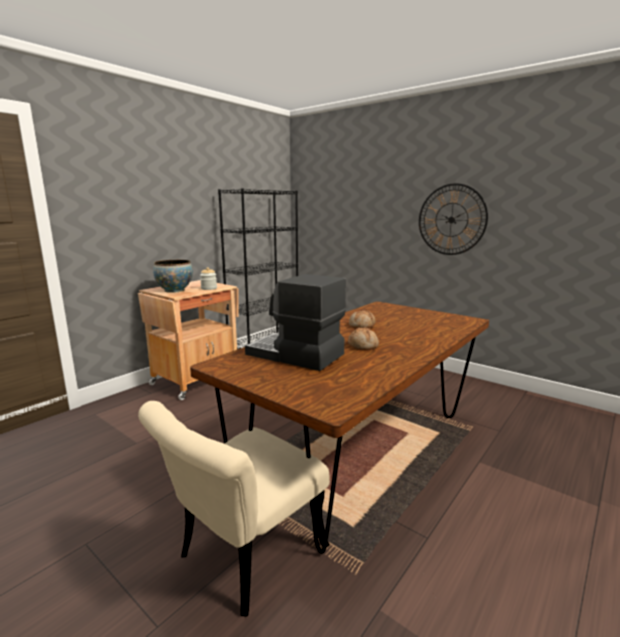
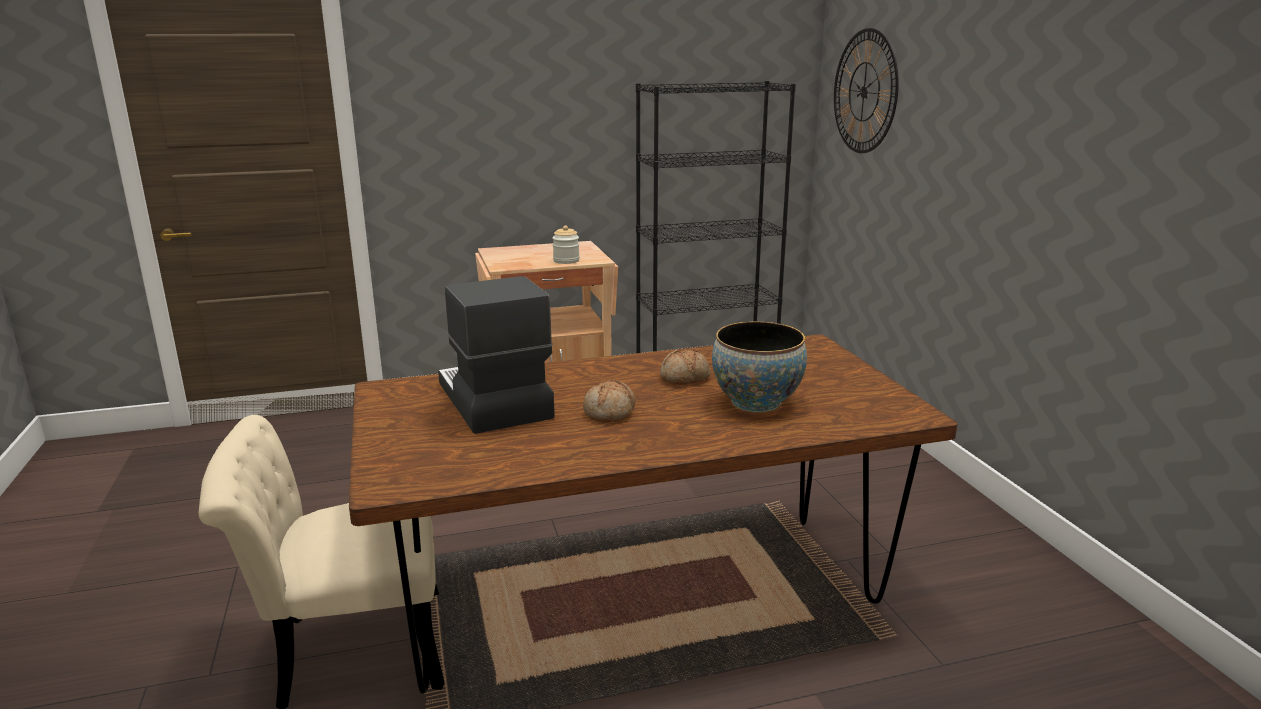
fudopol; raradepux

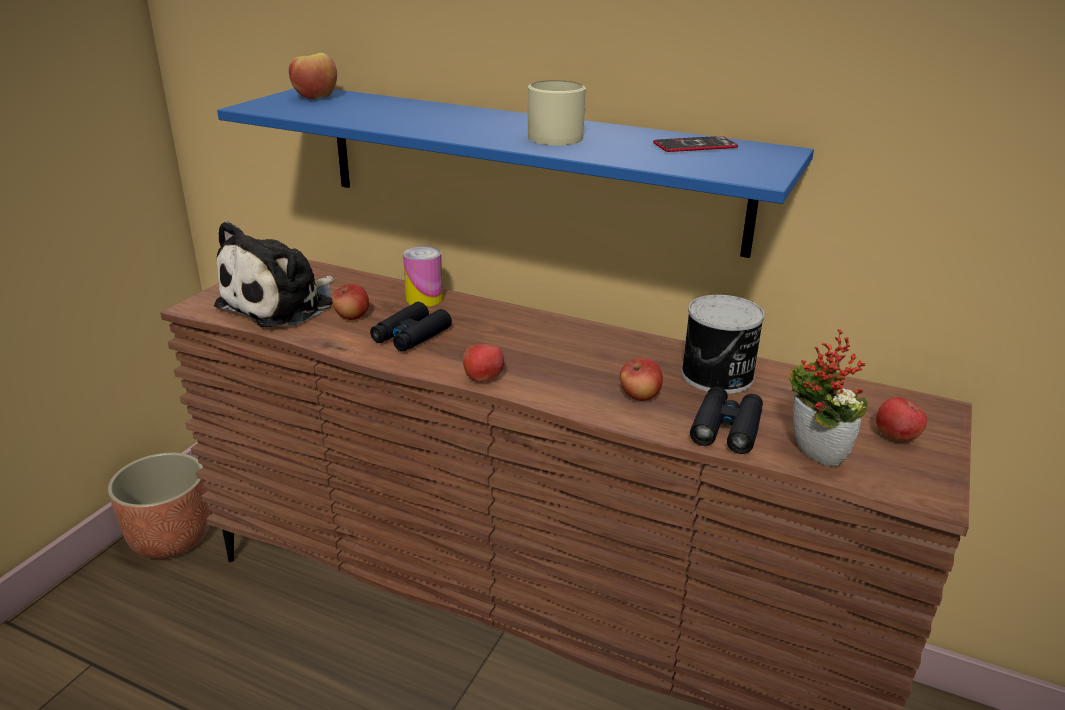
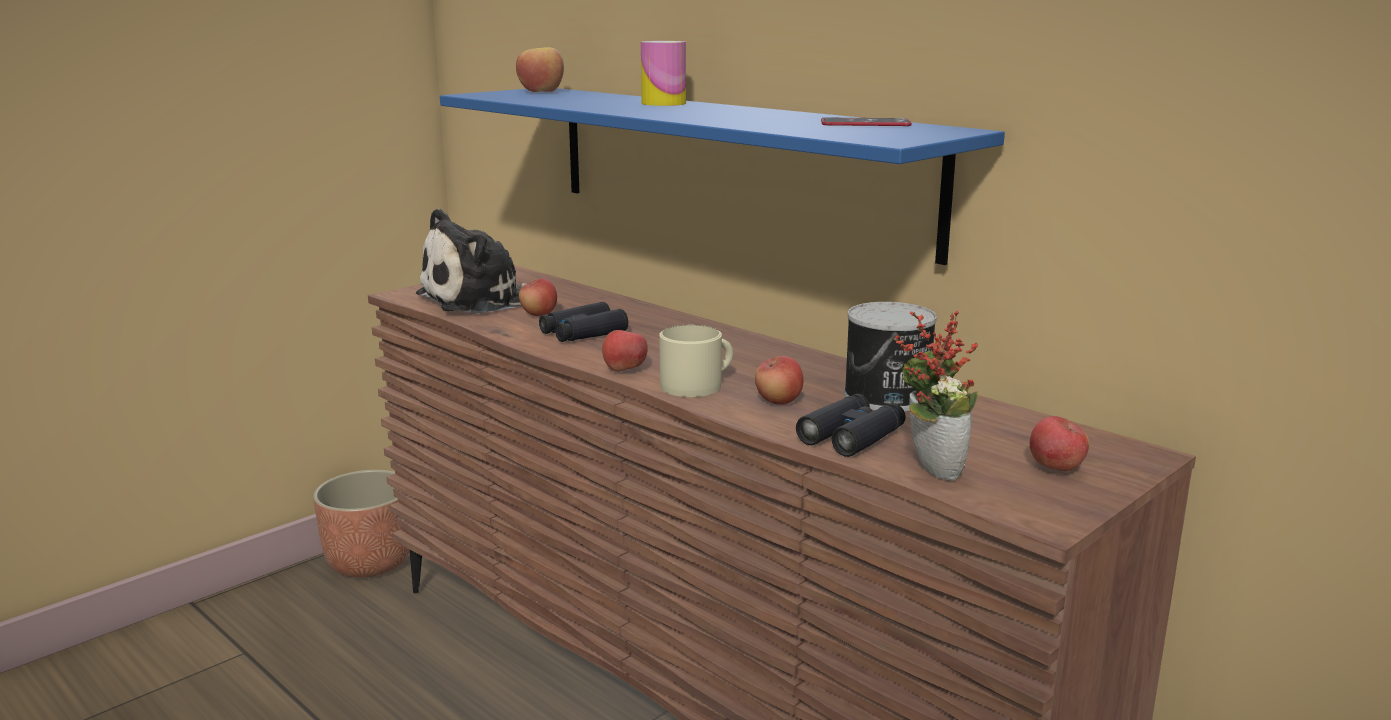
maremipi (no. 1 from left); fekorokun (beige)

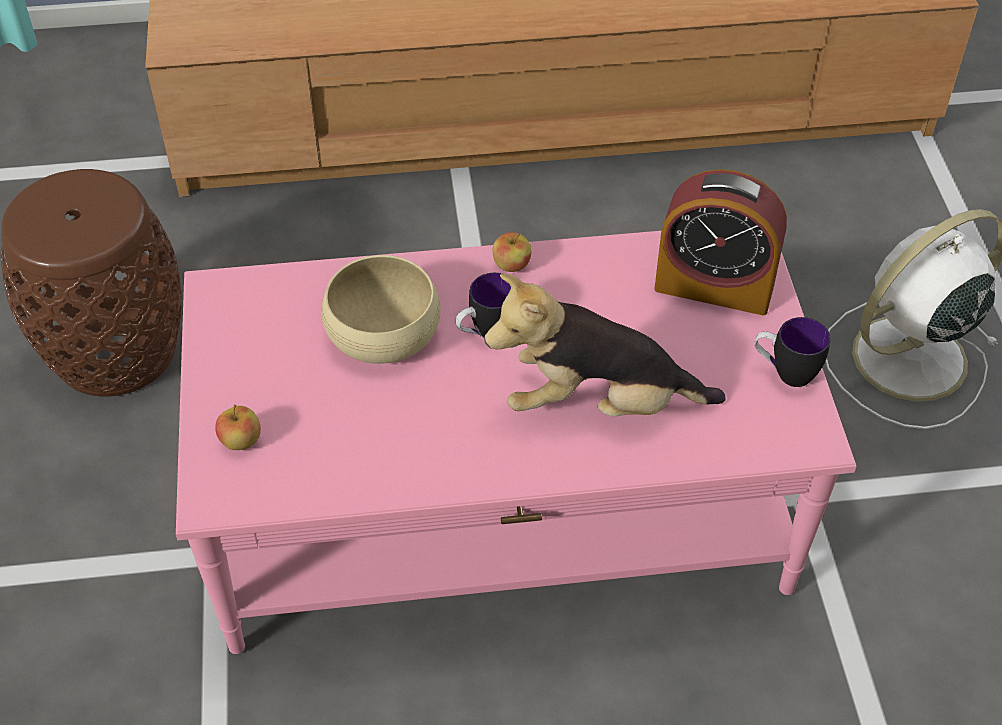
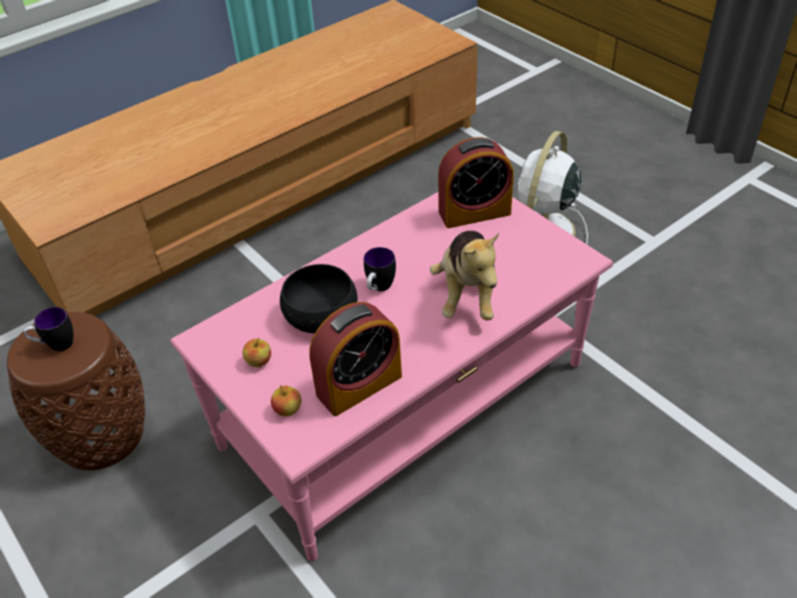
fudopol (black); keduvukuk; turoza (no. 1 from left); fekorokun (no. 1 from left); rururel (no. 1 from left)

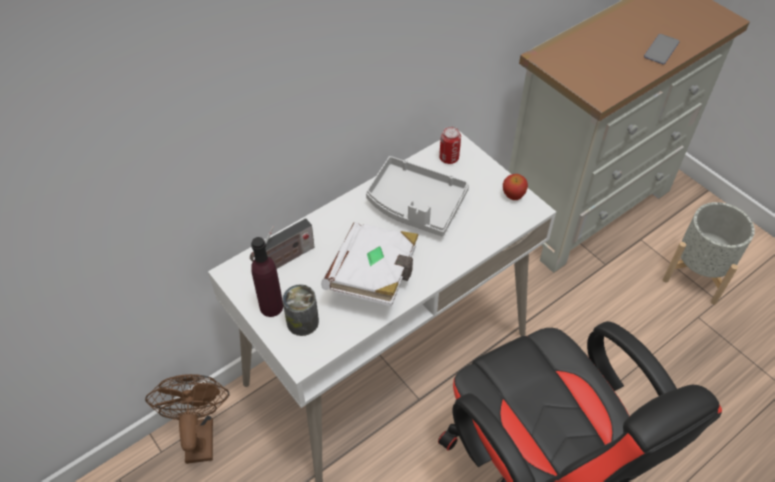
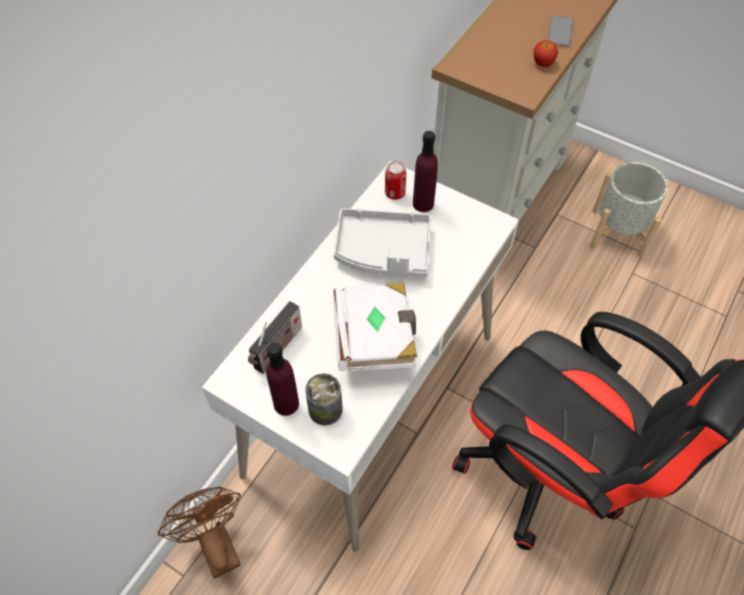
turoza; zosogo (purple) (no. 2 from left)

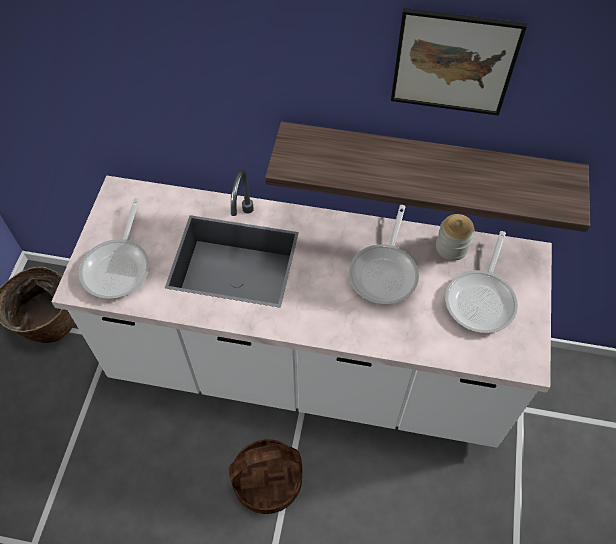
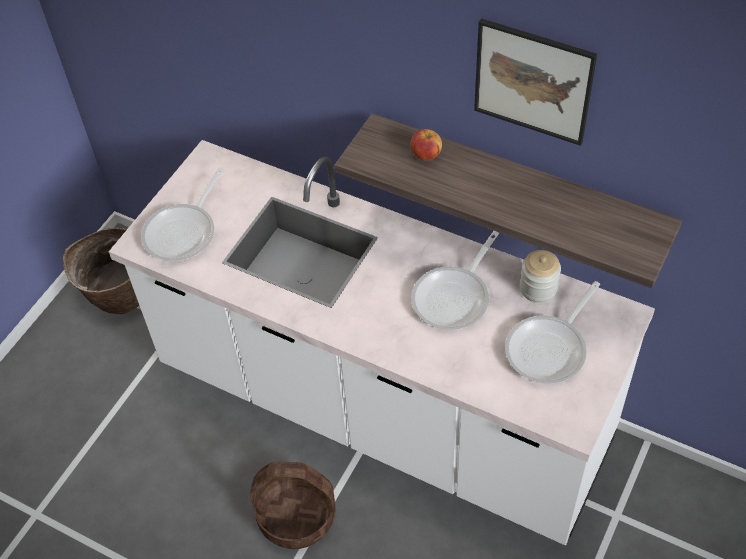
turoza

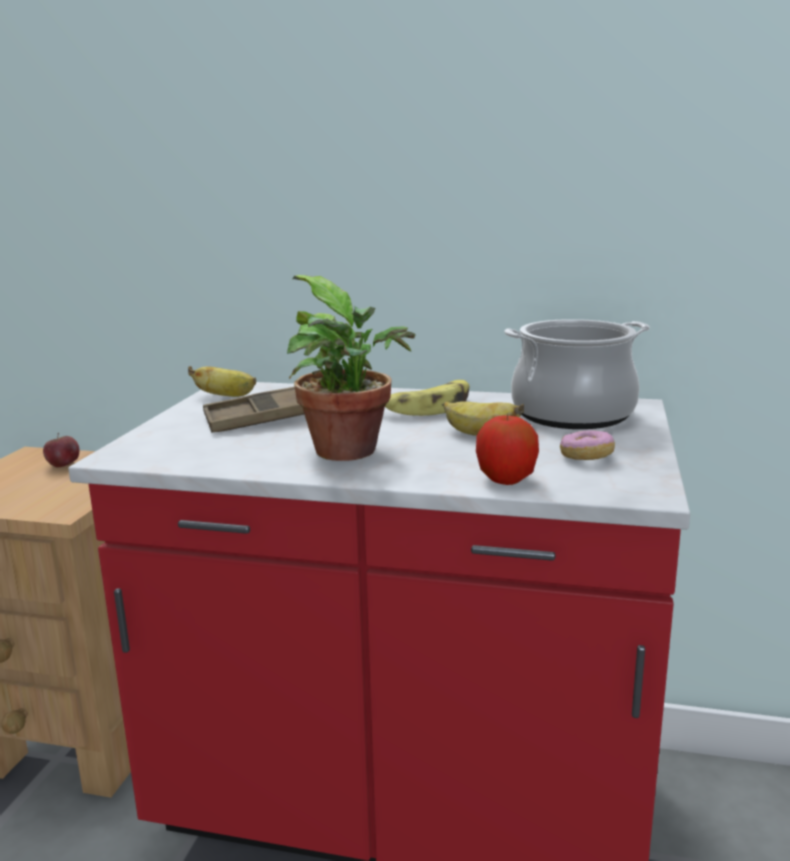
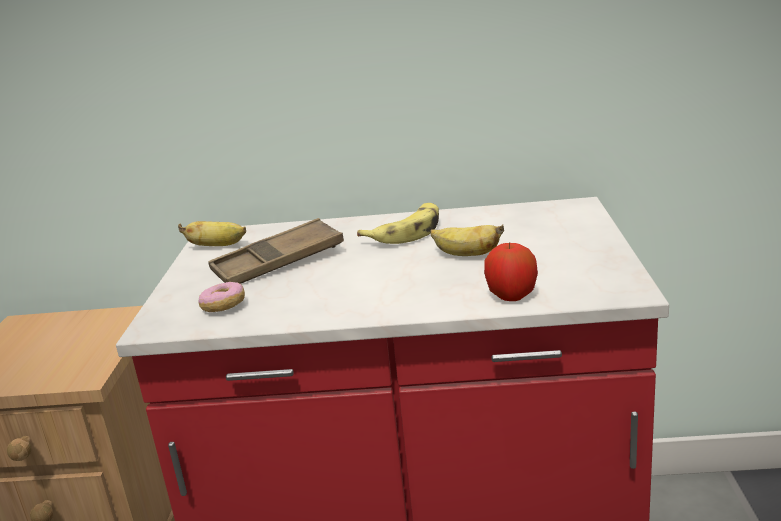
turoza (no. 1 from left in the first image); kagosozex; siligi; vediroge

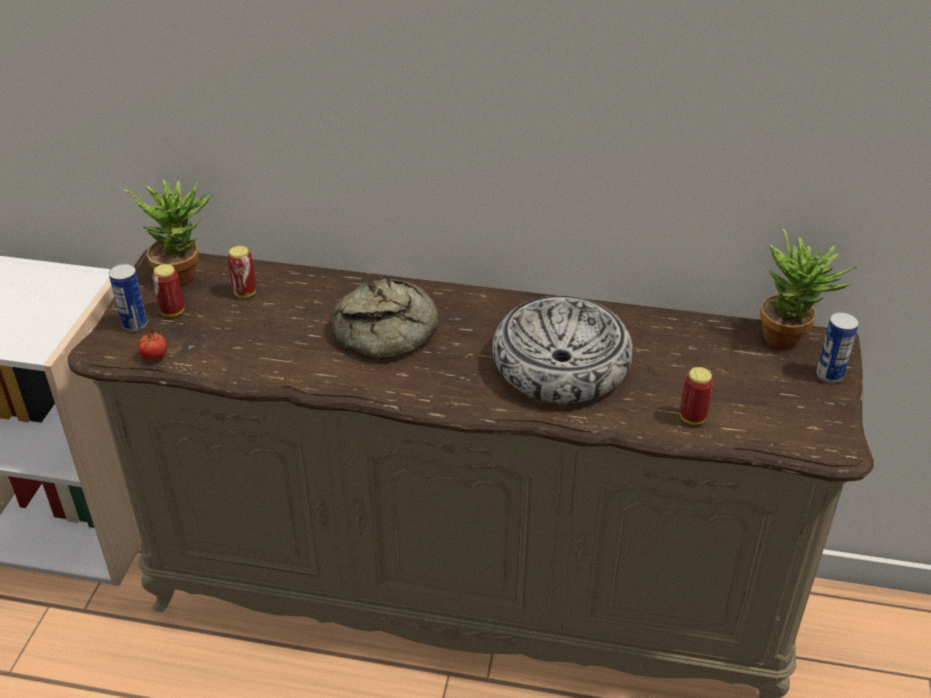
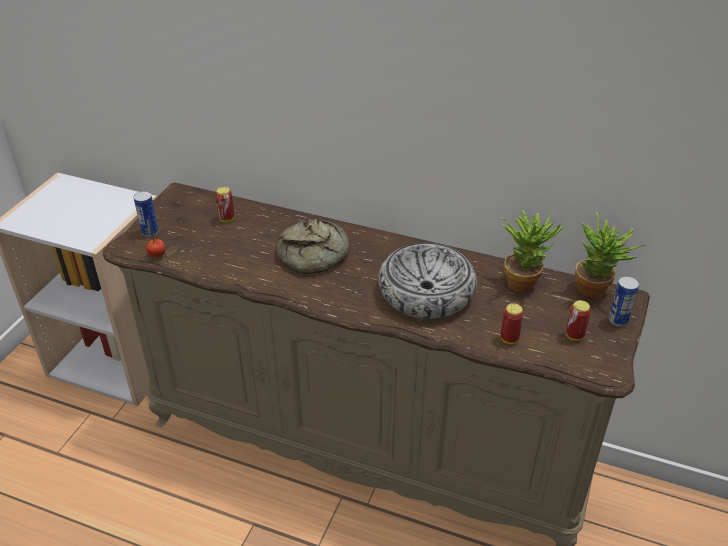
kagosozex (no. 1 from left); maremipi (no. 4 from left)

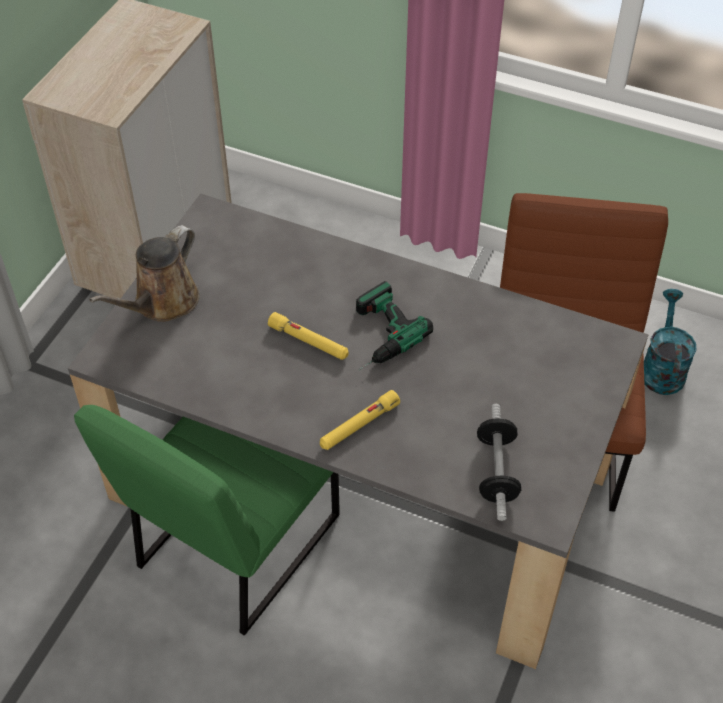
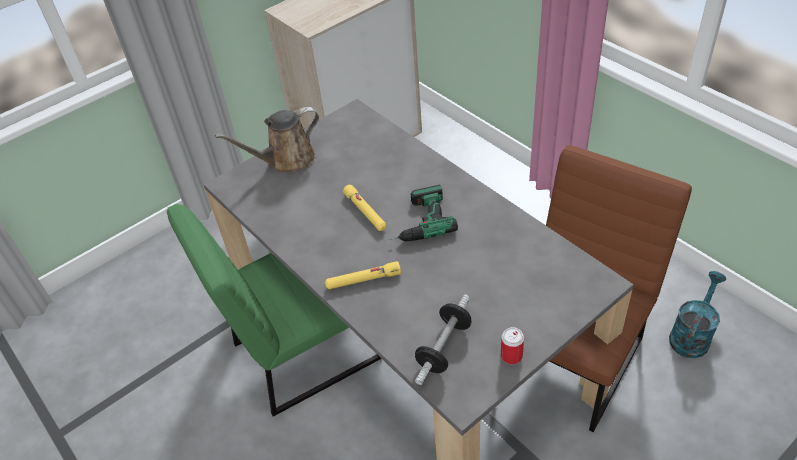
maremipi

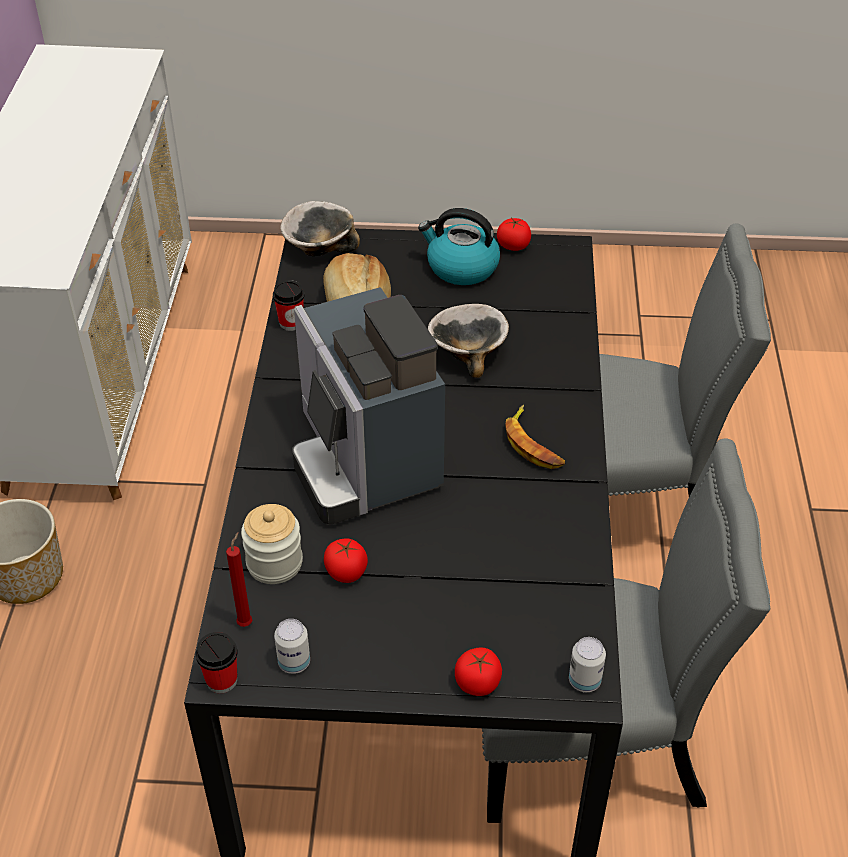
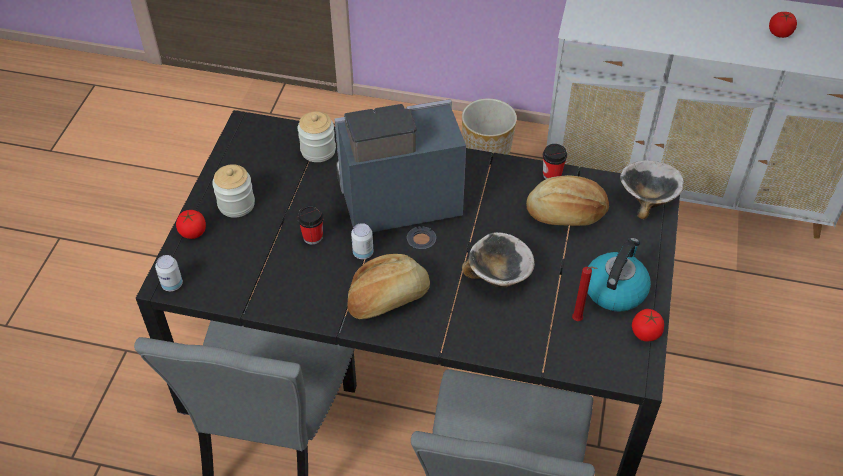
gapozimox (no. 1 from left); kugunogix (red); maremipi (no. 2 from left); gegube (no. 3 from left); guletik (no. 1 from left); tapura (no. 1 from left)

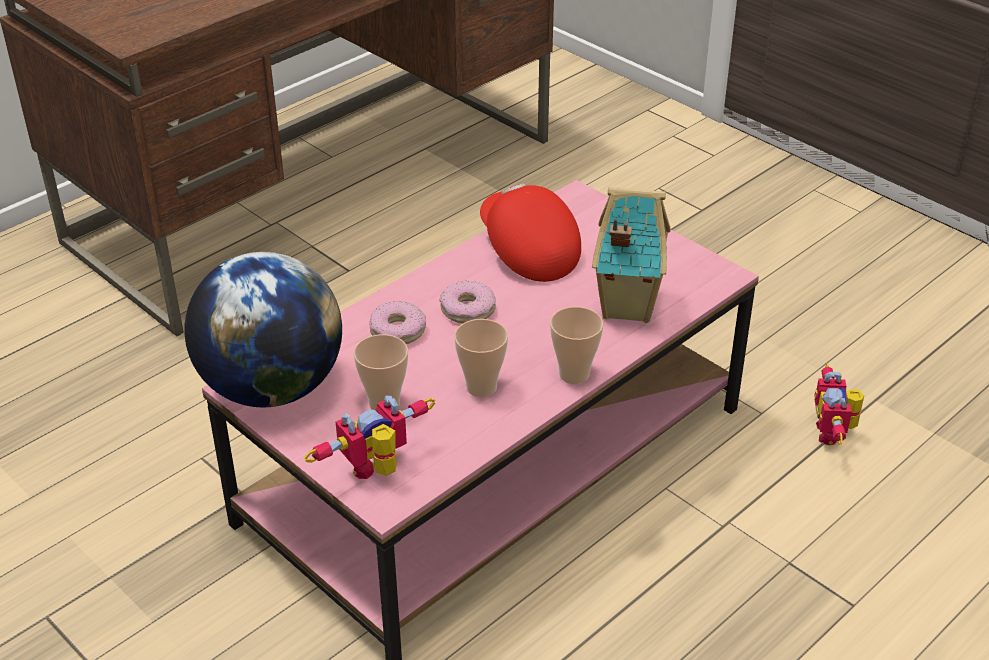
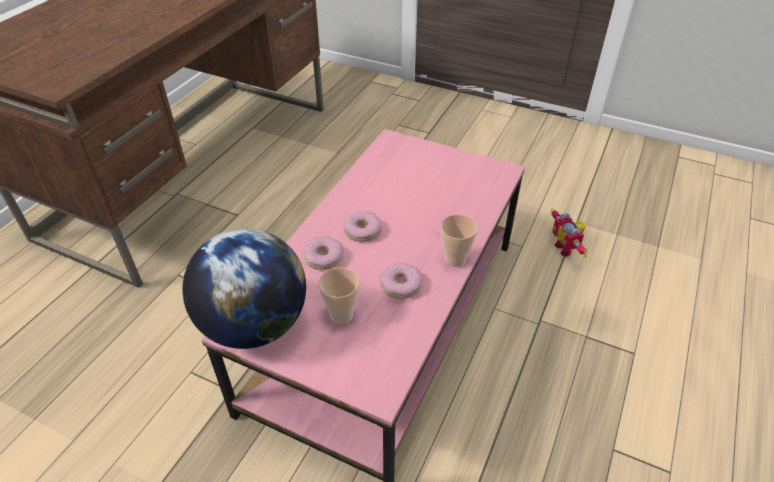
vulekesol (no. 1 from left in the first image); vediroge (no. 3 from left); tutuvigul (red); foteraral

